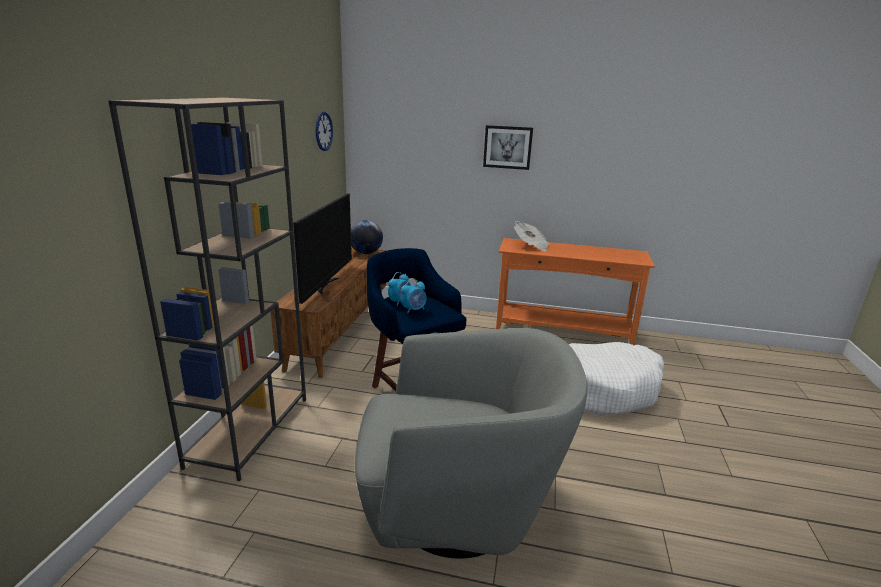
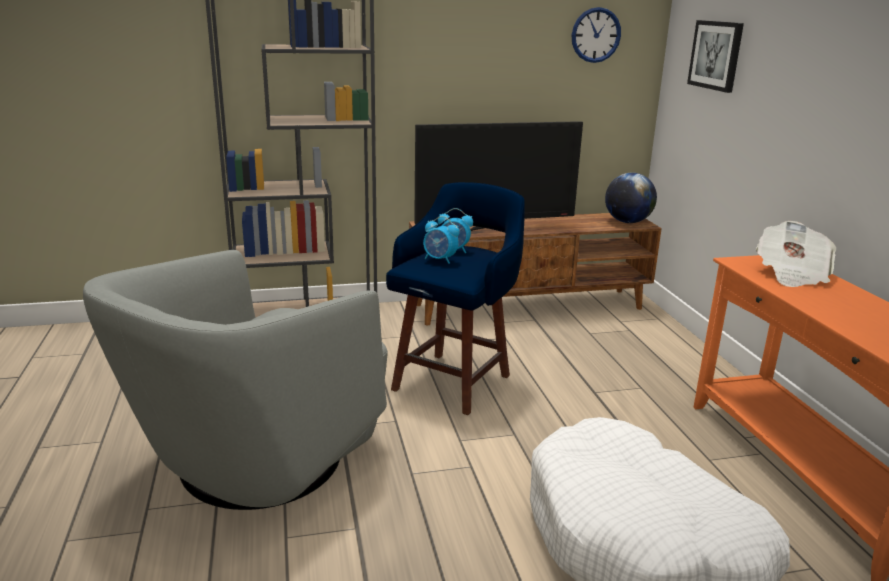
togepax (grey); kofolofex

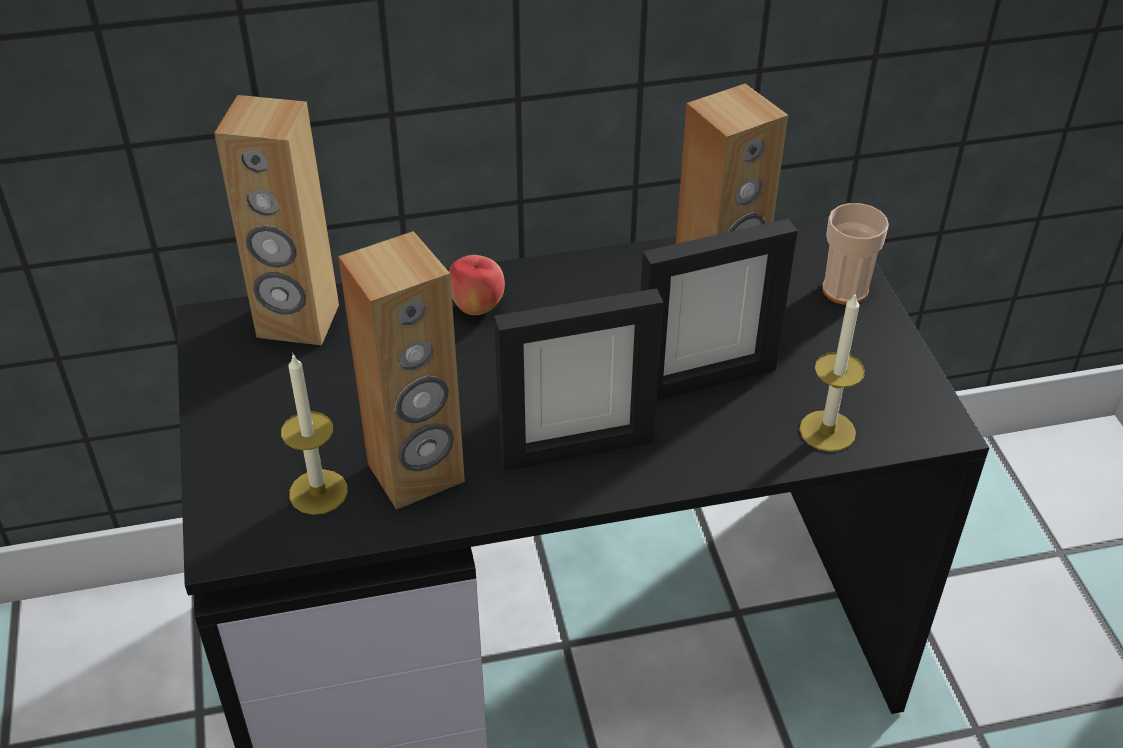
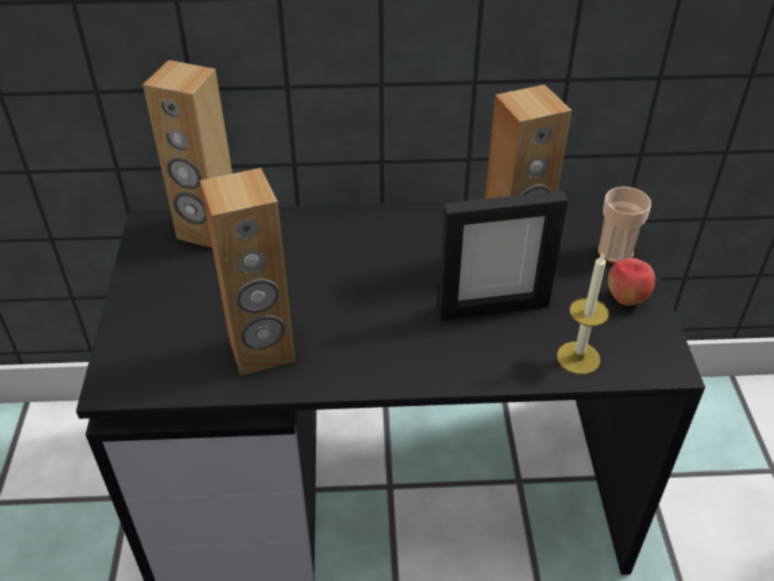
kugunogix (no. 1 from left in the first image); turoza; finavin (no. 1 from left in the first image)

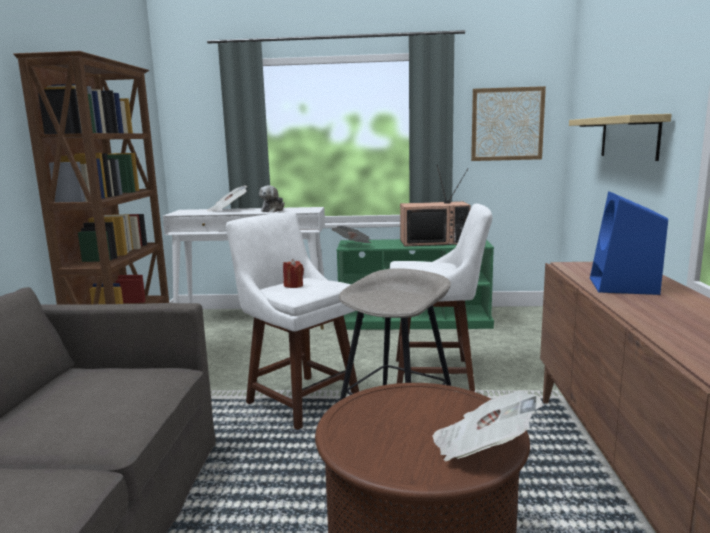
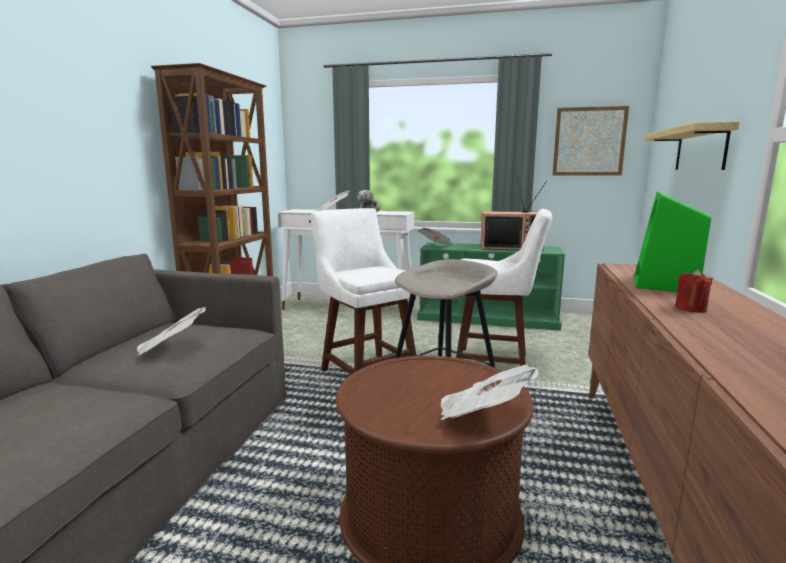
kugunogix (red); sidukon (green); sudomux (no. 1 from left)

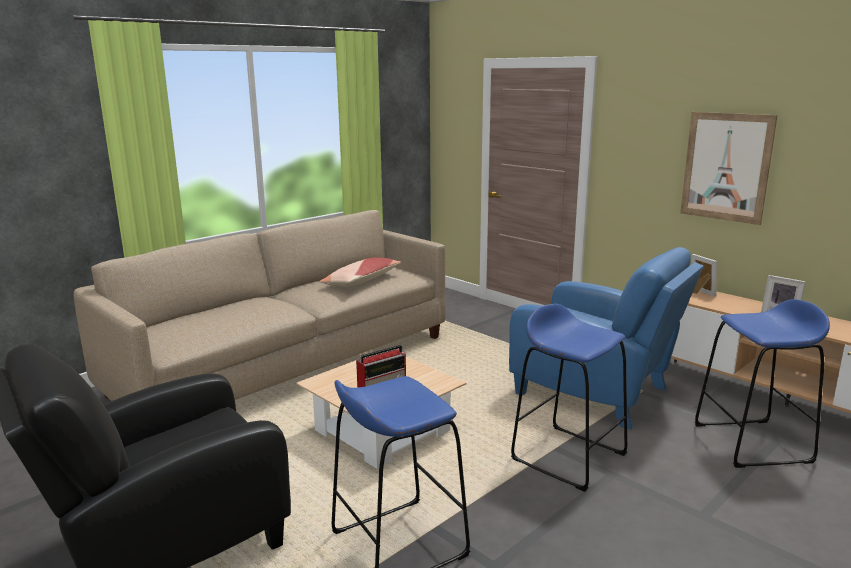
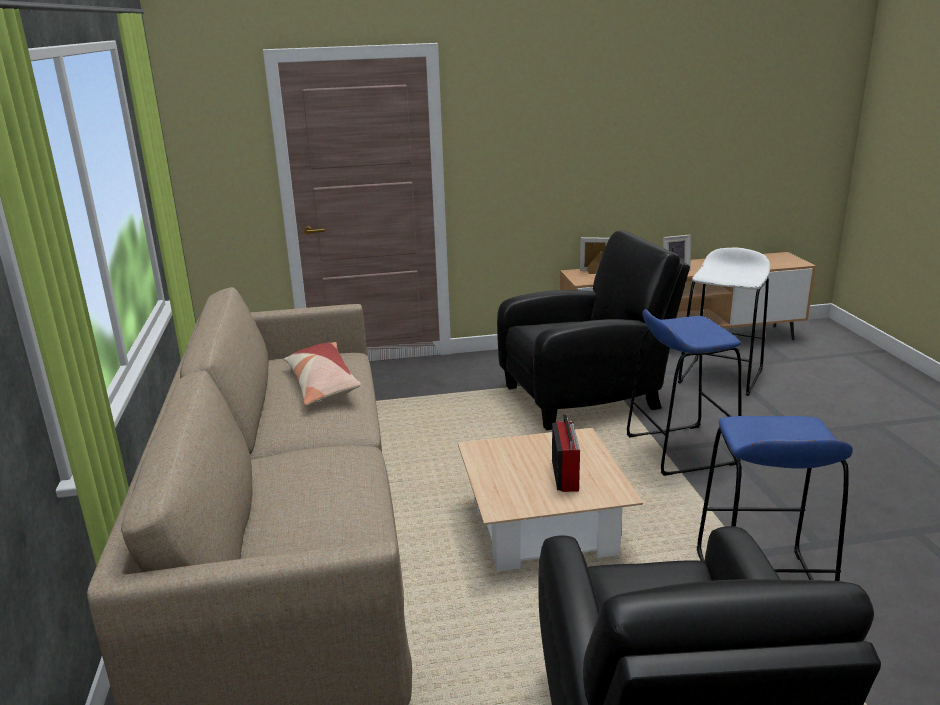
togepax (black) (no. 1 from left); kofolofex; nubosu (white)

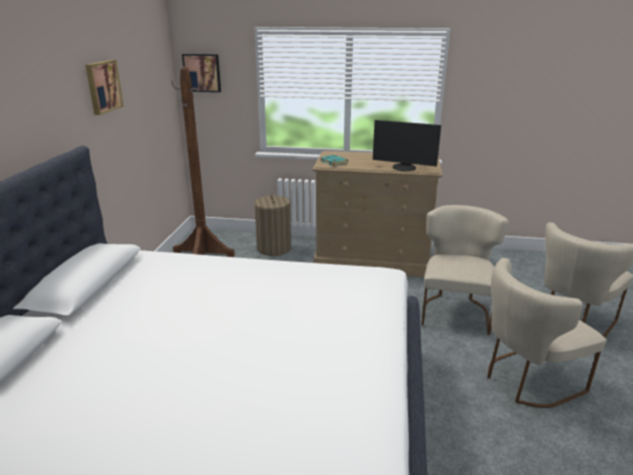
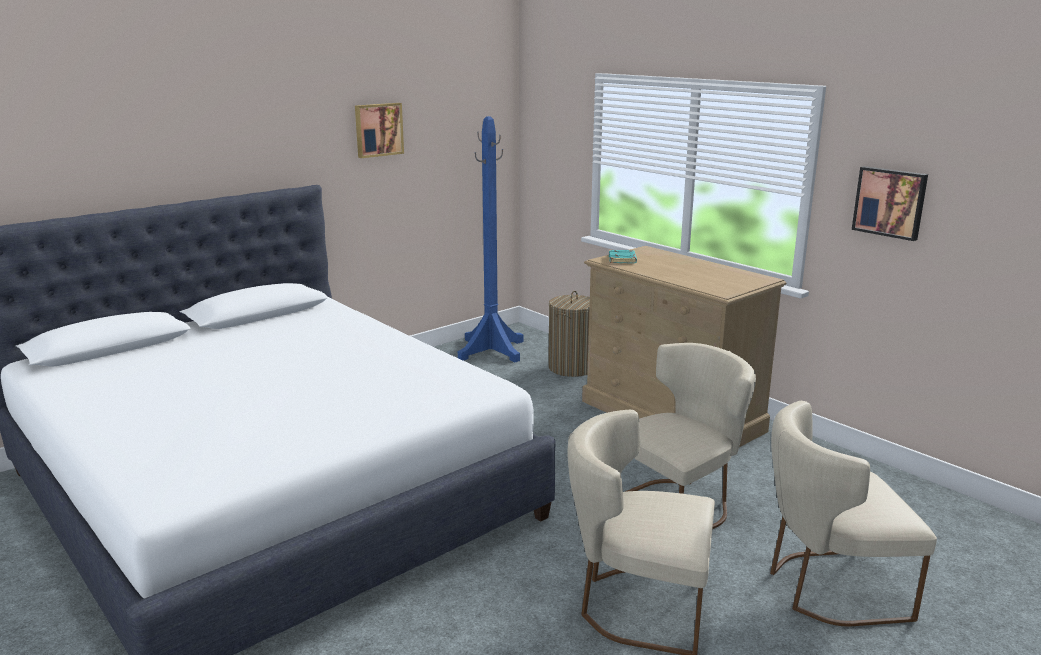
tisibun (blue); kofolofex (no. 2 from left); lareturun

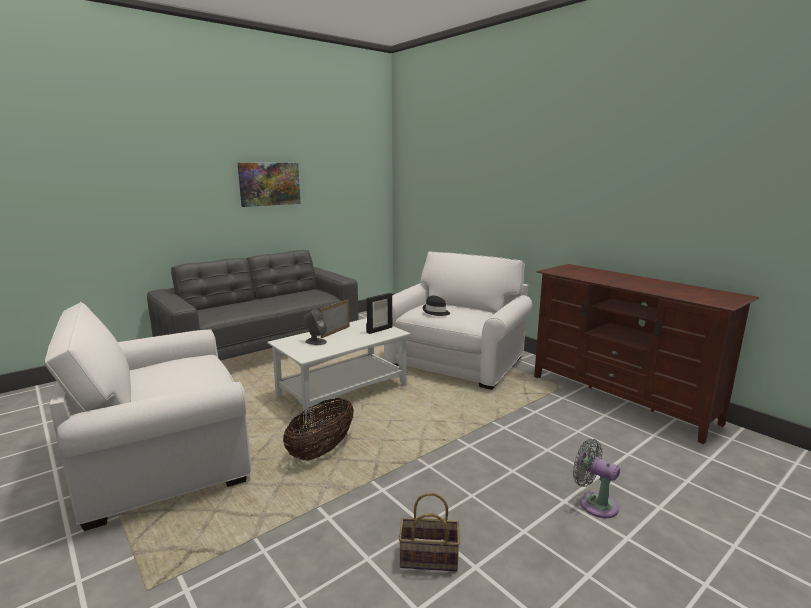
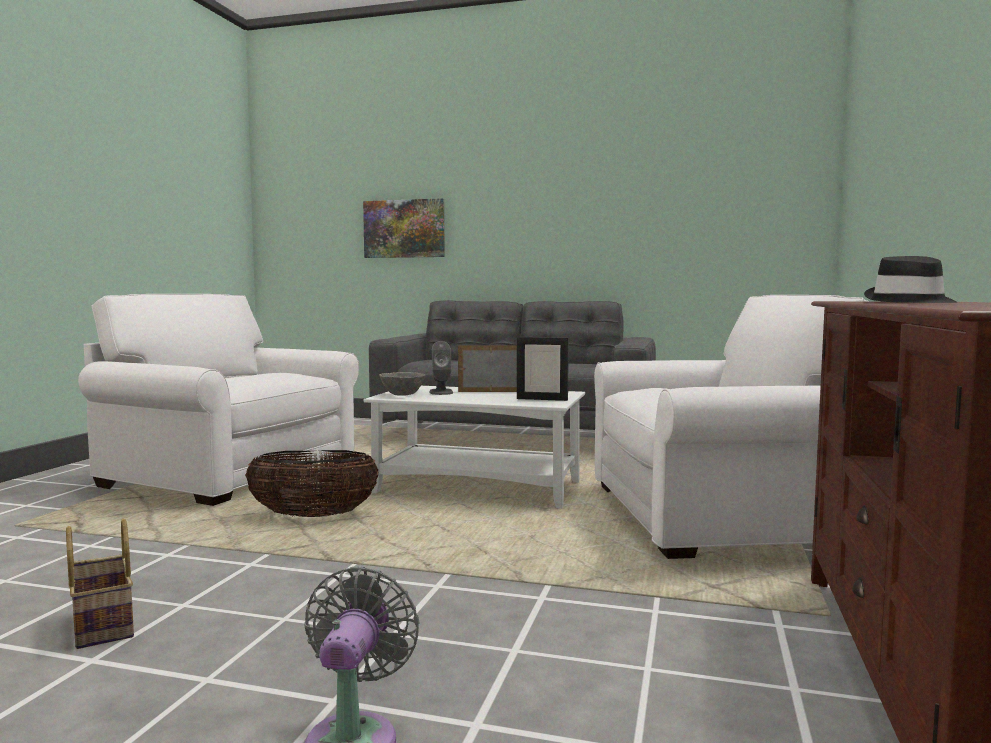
kofolofex; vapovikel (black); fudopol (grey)

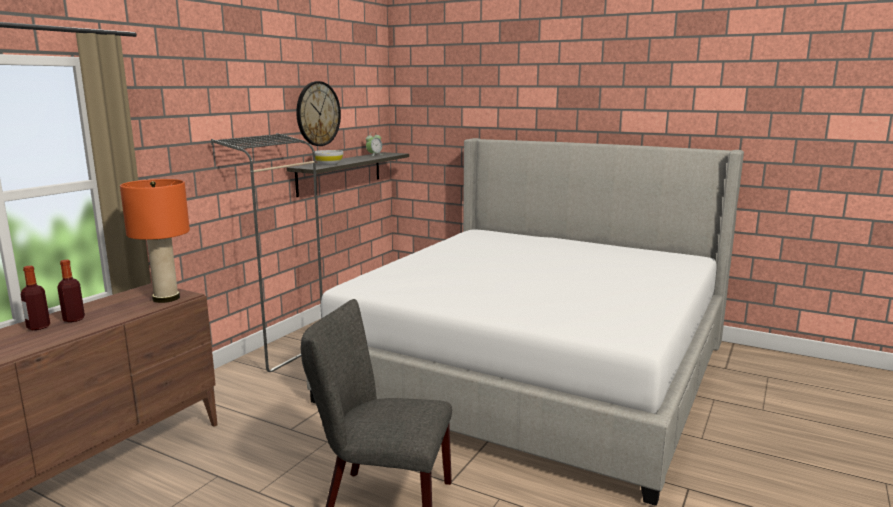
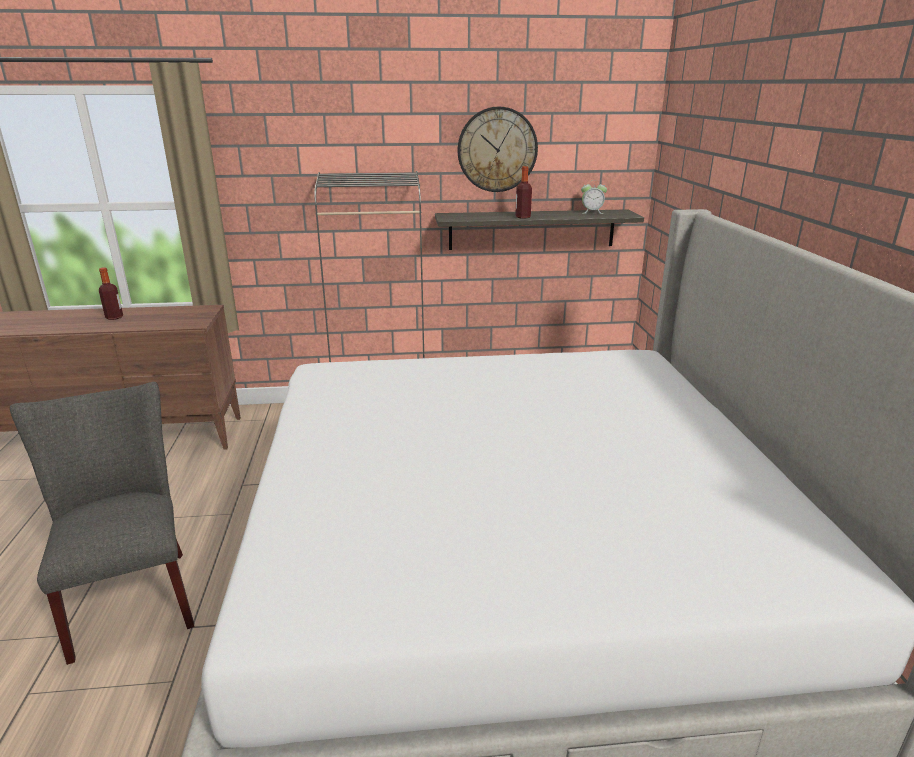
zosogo (no. 2 from left); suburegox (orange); fudopol (white)

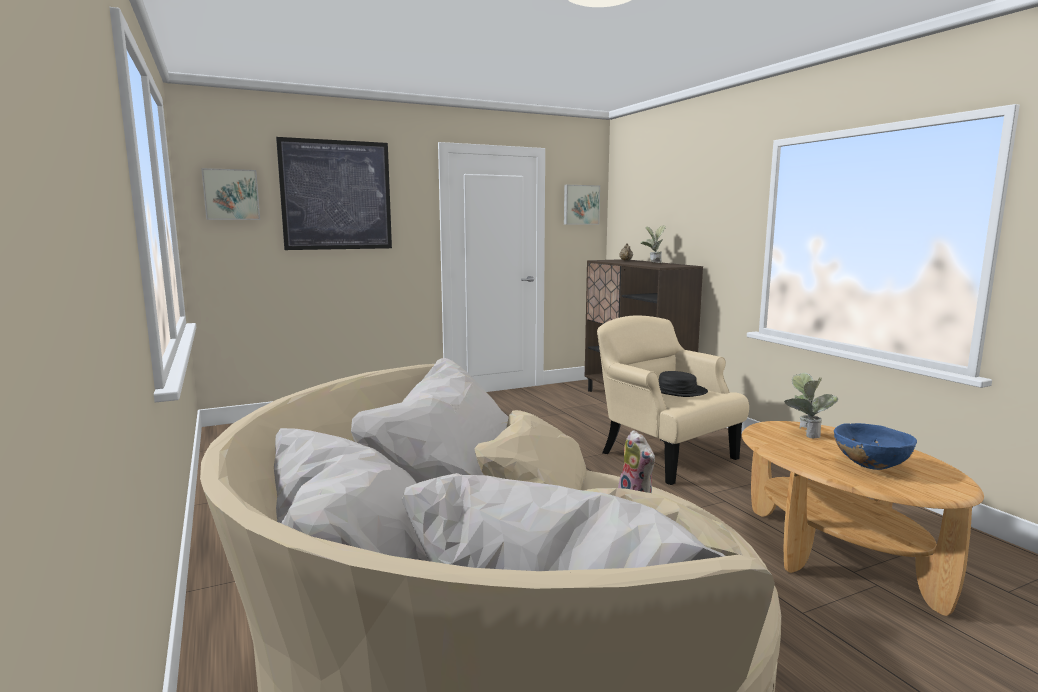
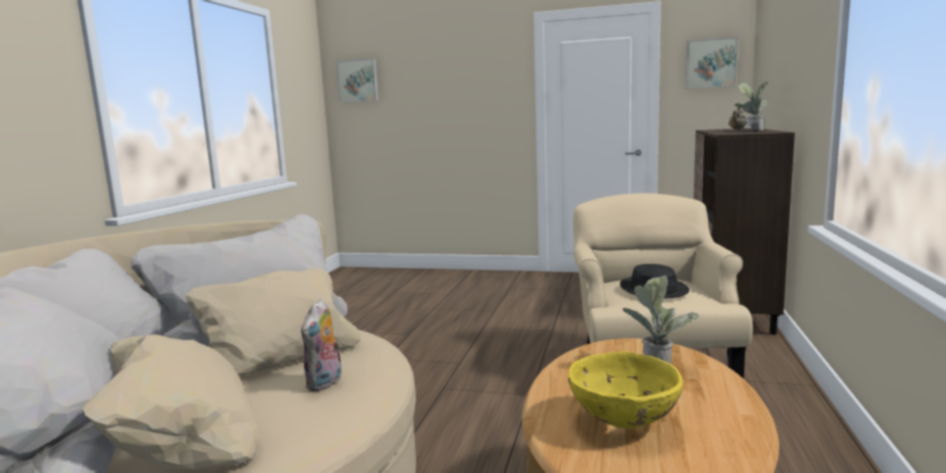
kofolofex (no. 2 from left in the first image); fudopol (yellow)

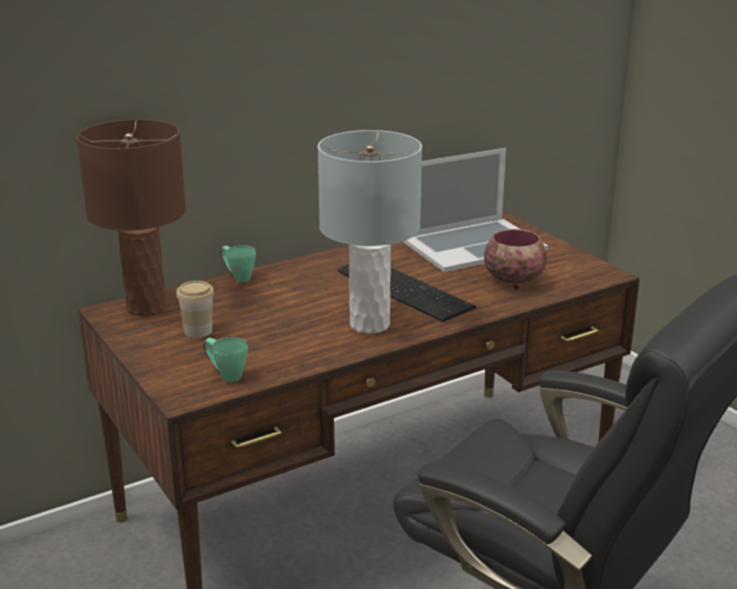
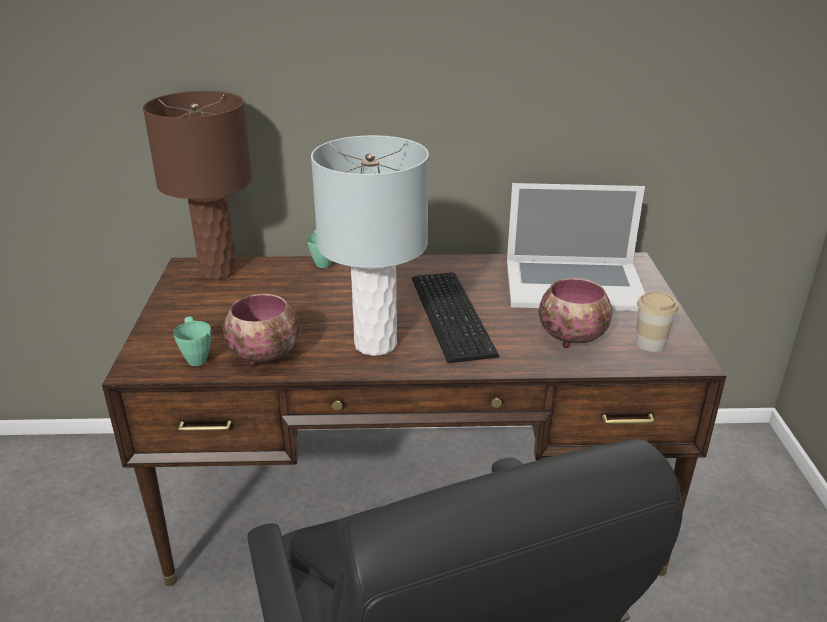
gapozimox; fudopol (no. 1 from left)

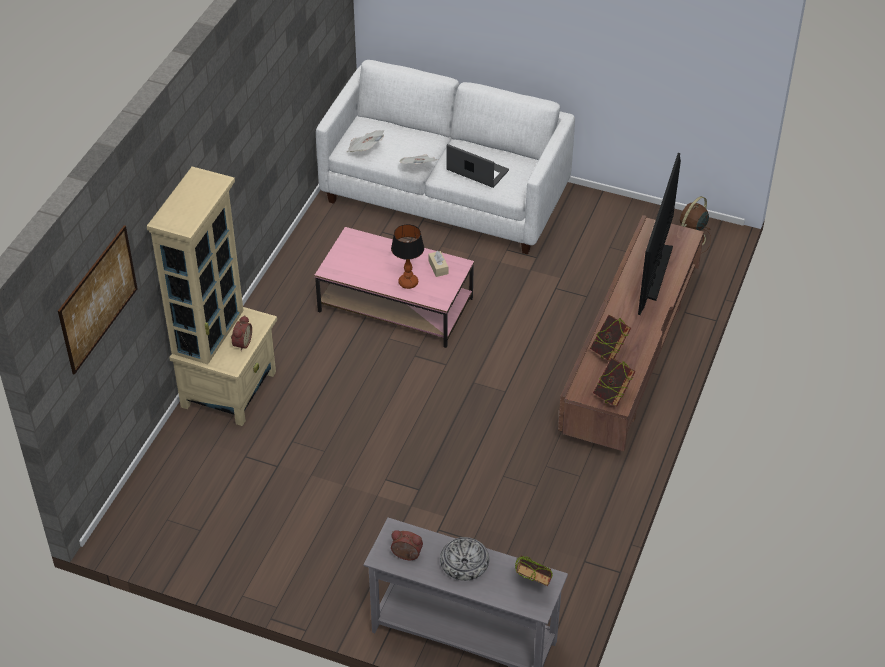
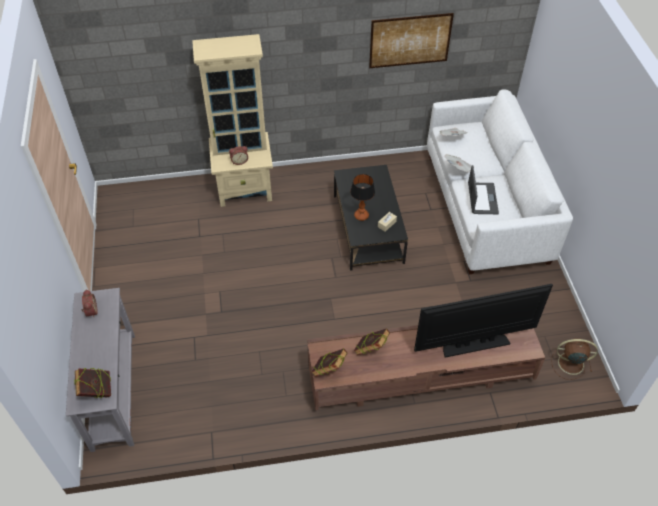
kofolofex; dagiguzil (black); fudopol

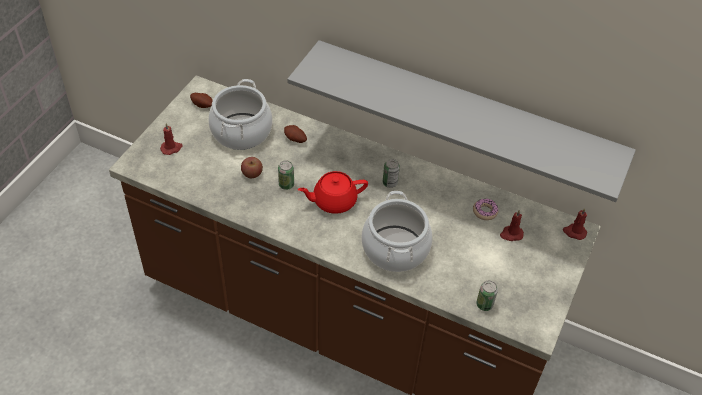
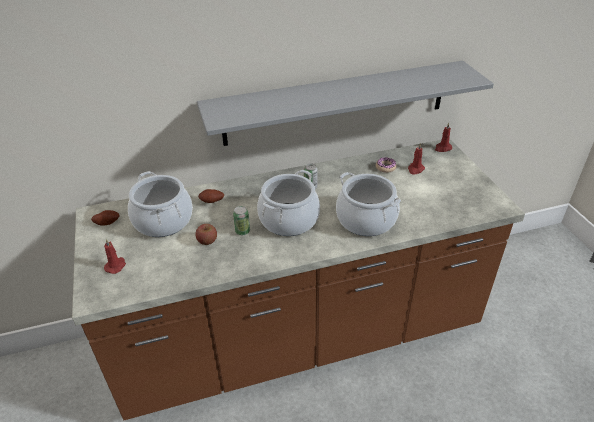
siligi (no. 2 from left); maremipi (no. 3 from left in the first image)

